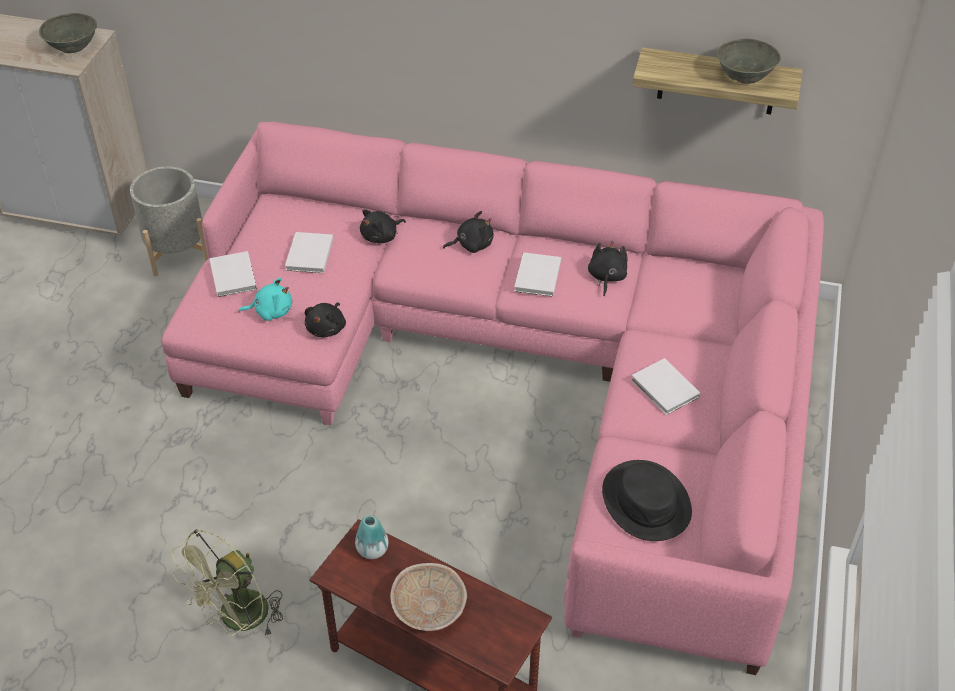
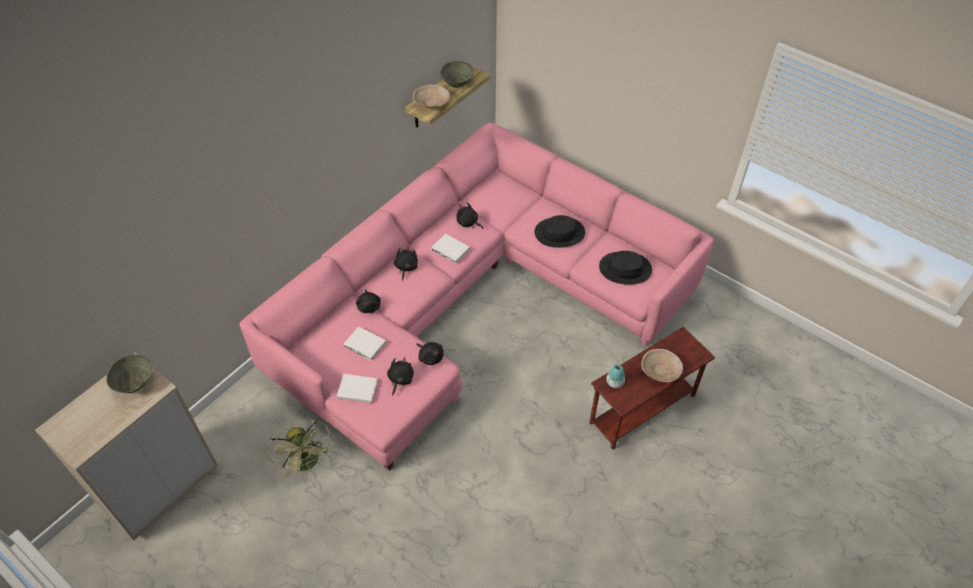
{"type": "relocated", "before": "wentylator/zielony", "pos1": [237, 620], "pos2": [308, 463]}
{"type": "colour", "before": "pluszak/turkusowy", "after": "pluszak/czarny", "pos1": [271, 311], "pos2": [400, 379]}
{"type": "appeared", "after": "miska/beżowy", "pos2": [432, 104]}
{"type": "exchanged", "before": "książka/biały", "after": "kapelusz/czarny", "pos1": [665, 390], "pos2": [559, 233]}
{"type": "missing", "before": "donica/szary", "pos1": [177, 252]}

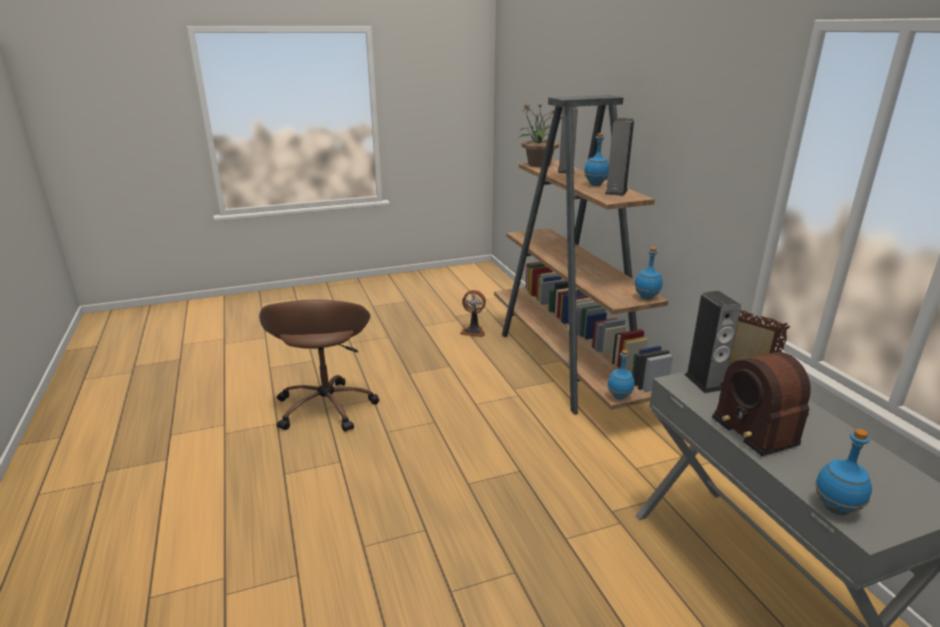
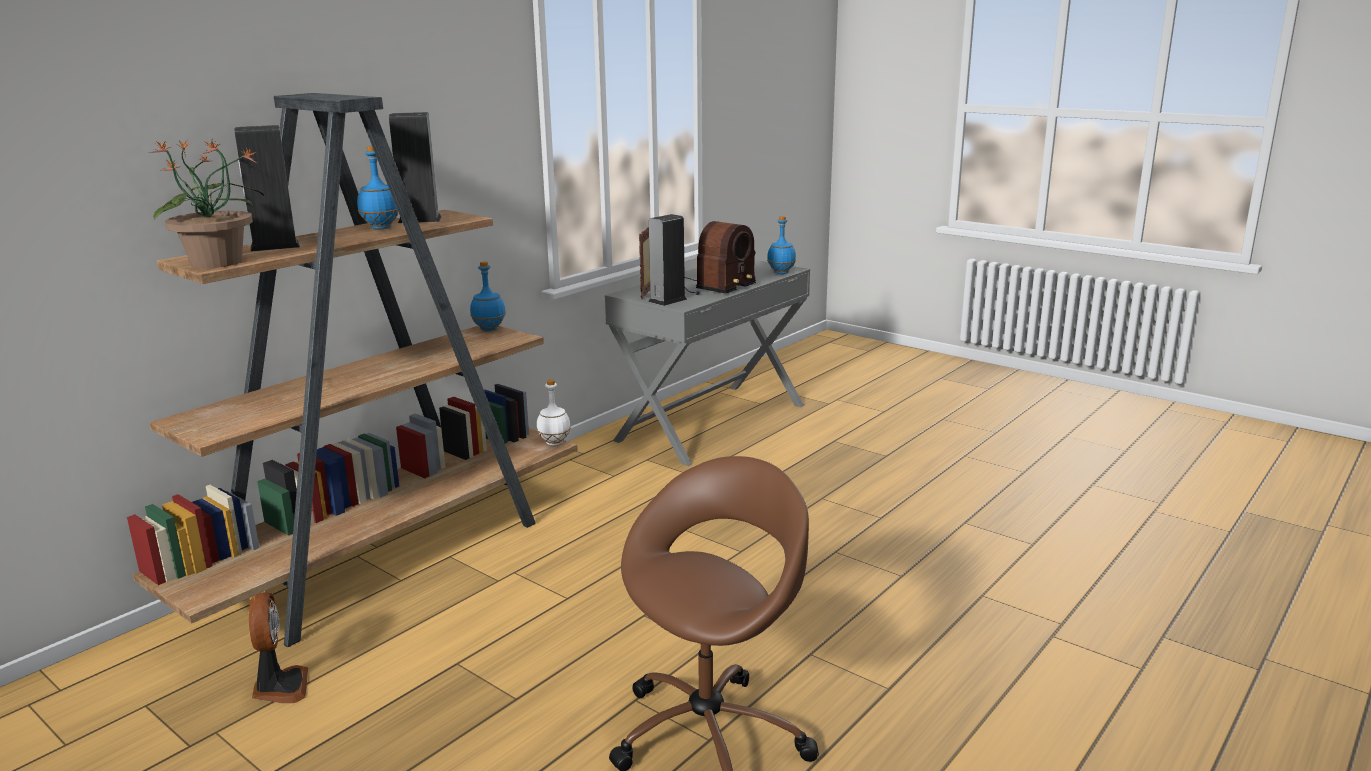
{"type": "colour", "before": "butelka/niebieski", "after": "butelka/biały", "pos1": [619, 396], "pos2": [554, 443]}

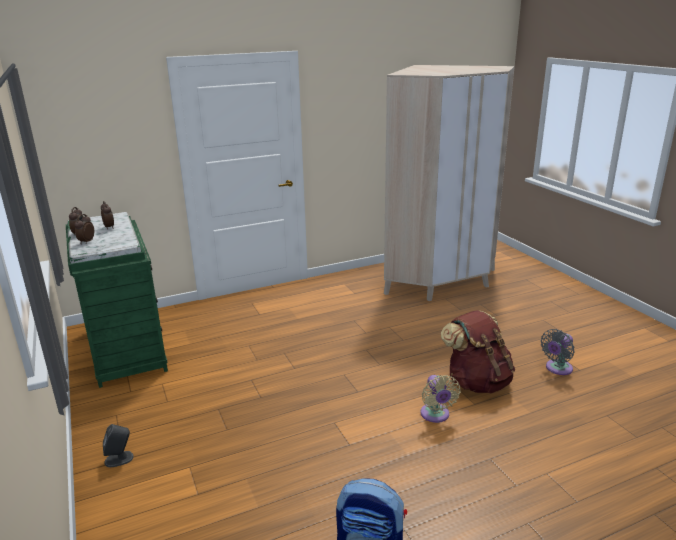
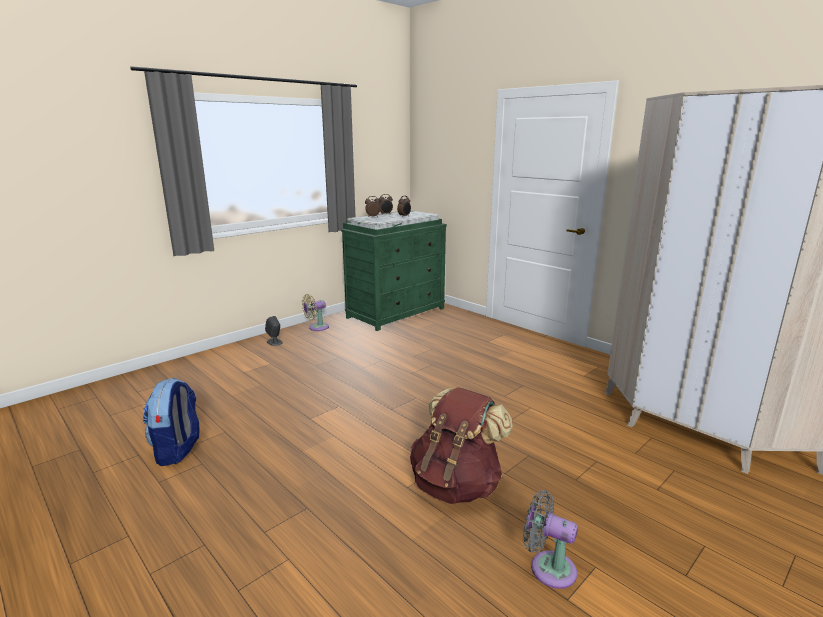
{"type": "relocated", "before": "wentylator/beżowy", "pos1": [436, 415], "pos2": [316, 327]}

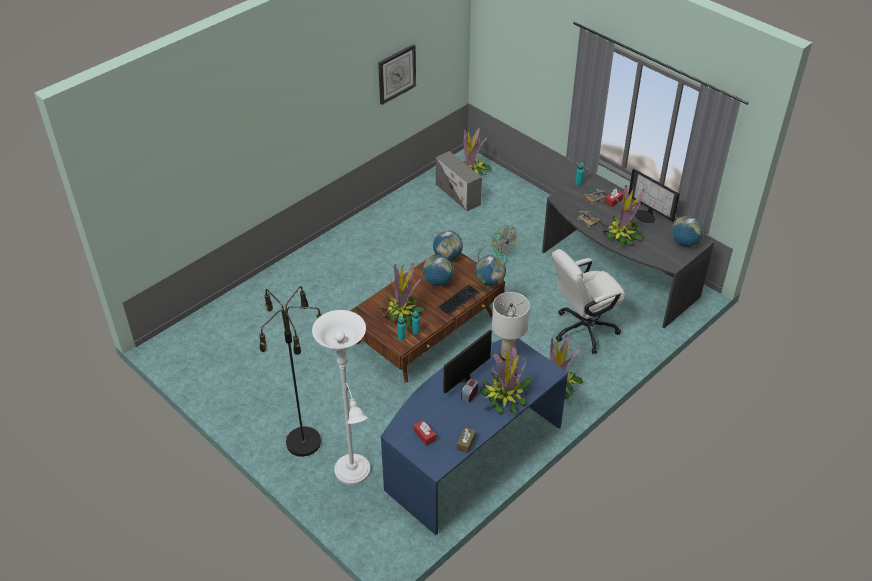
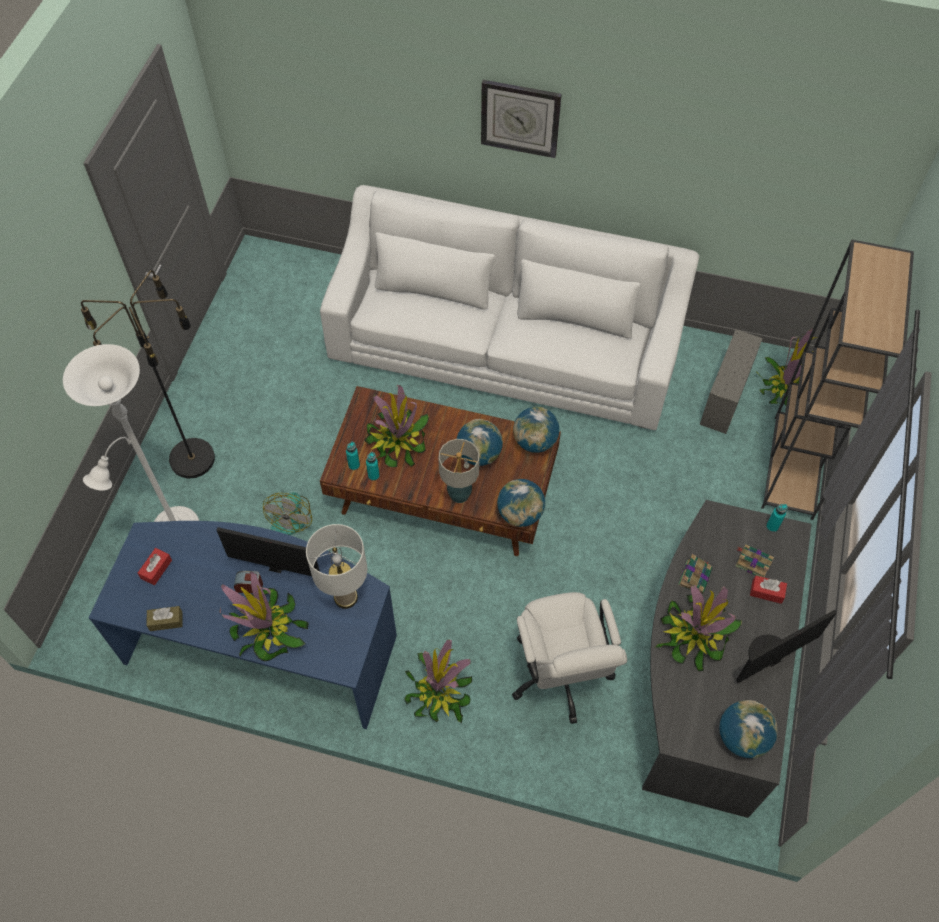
{"type": "relocated", "before": "wentylator", "pos1": [495, 255], "pos2": [290, 517]}
{"type": "appeared", "after": "kanapa/biały", "pos2": [505, 344]}
{"type": "exchanged", "before": "klawiatura", "after": "lampa stołowa", "pos1": [458, 300], "pos2": [460, 494]}
{"type": "relocated", "before": "zegar ścienny", "pos1": [396, 74], "pos2": [520, 118]}
{"type": "spun", "before": "krzesło biurowe/biały", "pos1": [582, 331], "pos2": [561, 678], "turn": -135}
{"type": "spun", "before": "monitor", "pos1": [646, 215], "pos2": [768, 654], "turn": 45}
{"type": "appeared", "after": "regał", "pos2": [794, 467]}

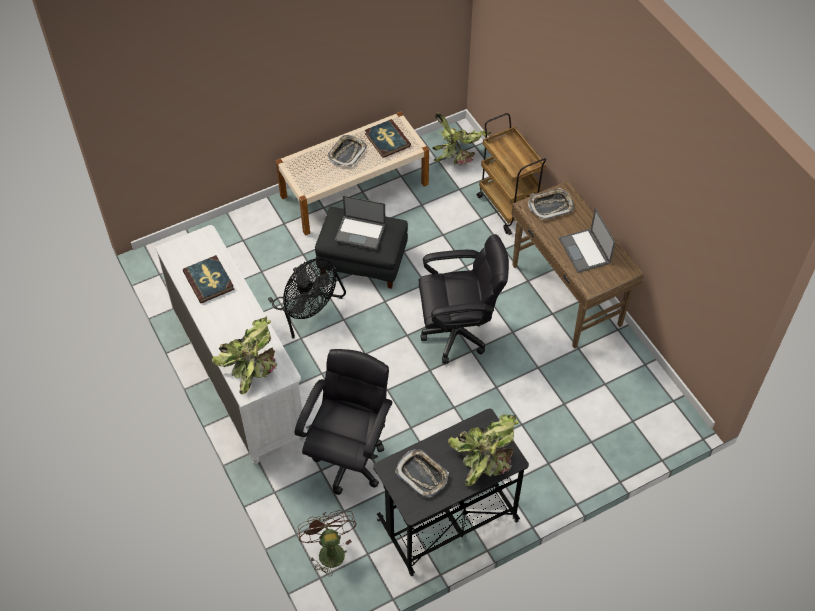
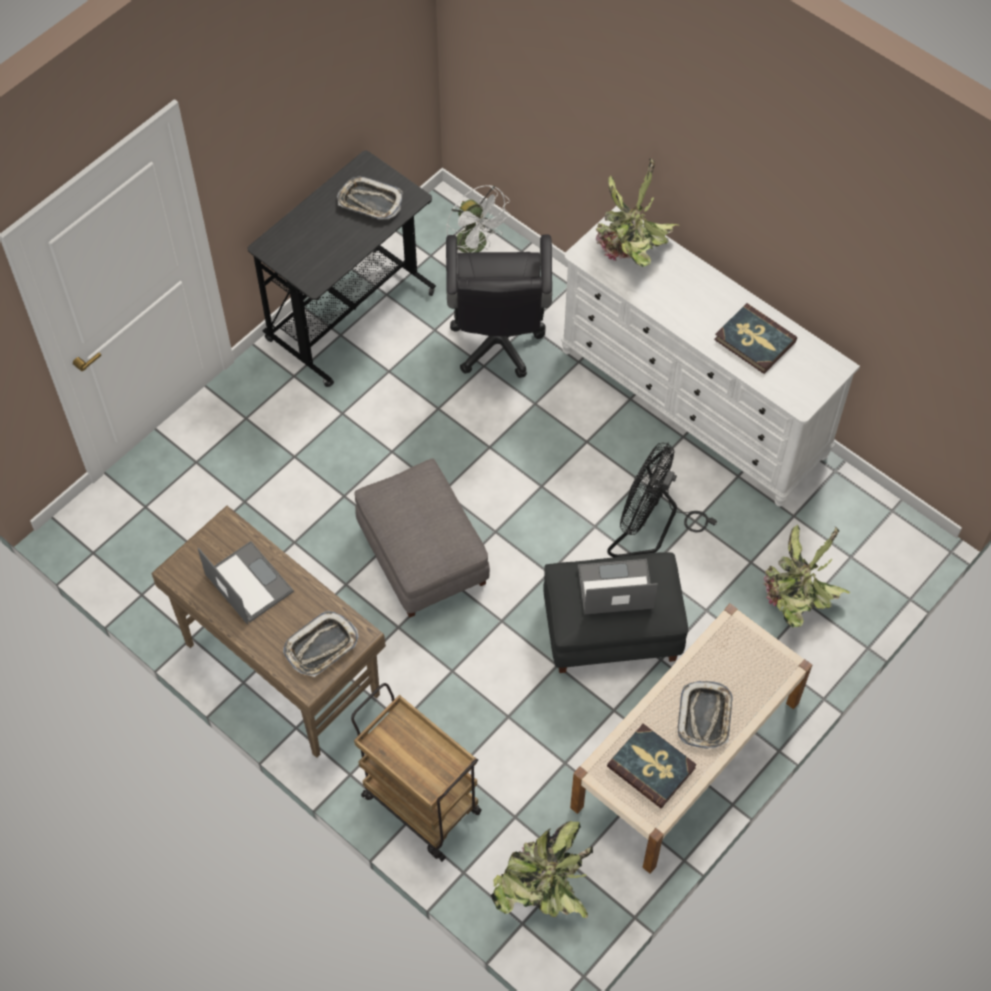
{"type": "exchanged", "before": "krzesło biurowe/czarny", "after": "pufa/szary", "pos1": [459, 334], "pos2": [421, 555]}
{"type": "colour", "before": "wentylator/brązowy", "after": "wentylator/biały", "pos1": [329, 550], "pos2": [476, 246]}
{"type": "relocated", "before": "roślina doniczkowa", "pos1": [485, 460], "pos2": [796, 600]}

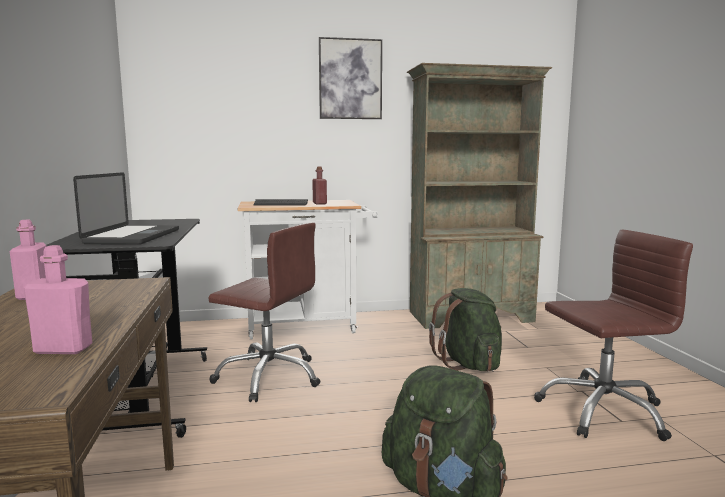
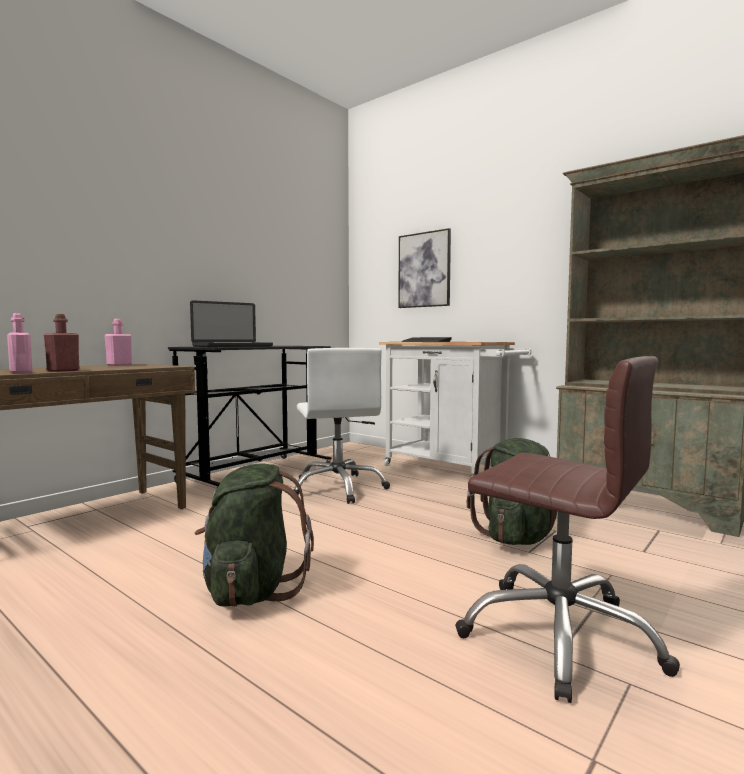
{"type": "relocated", "before": "butelka/czerwony", "pos1": [319, 203], "pos2": [63, 371]}
{"type": "colour", "before": "krzesło biurowe/brązowy", "after": "krzesło biurowe/biały", "pos1": [269, 376], "pos2": [338, 488]}
{"type": "relocated", "before": "obraz", "pos1": [350, 79], "pos2": [424, 270]}

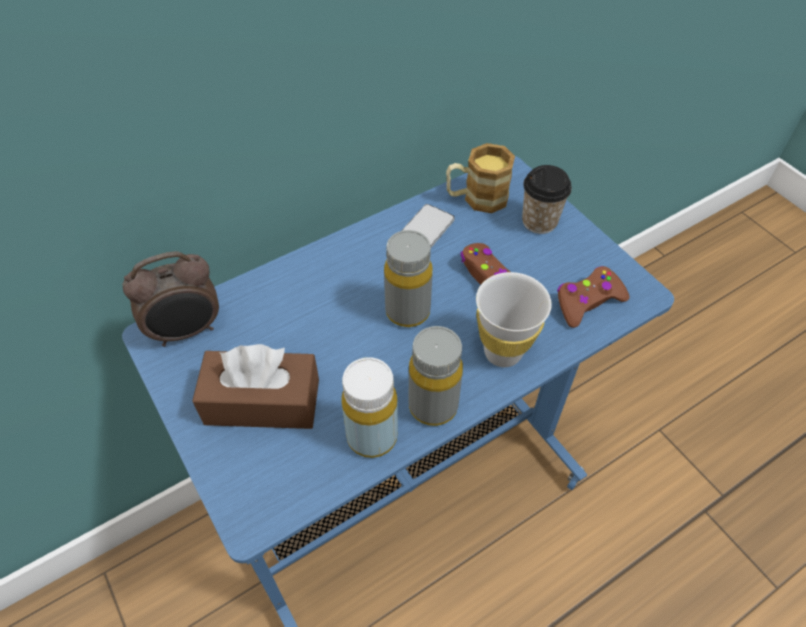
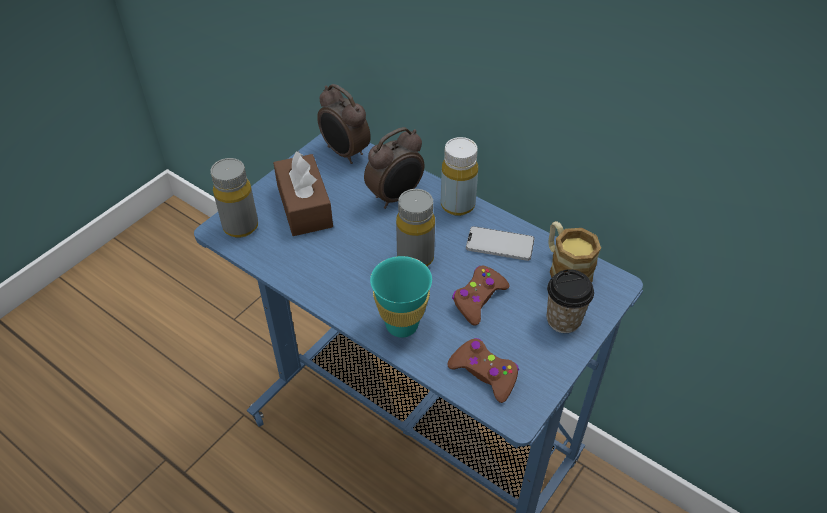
{"type": "relocated", "before": "butelka/szary", "pos1": [433, 405], "pos2": [240, 226]}
{"type": "appeared", "after": "budzik", "pos2": [396, 197]}
{"type": "colour", "before": "filiżanka/biały", "after": "filiżanka/turkusowy", "pos1": [503, 352], "pos2": [402, 325]}
{"type": "relocated", "before": "butelka/żółty", "pos1": [372, 436], "pos2": [457, 205]}

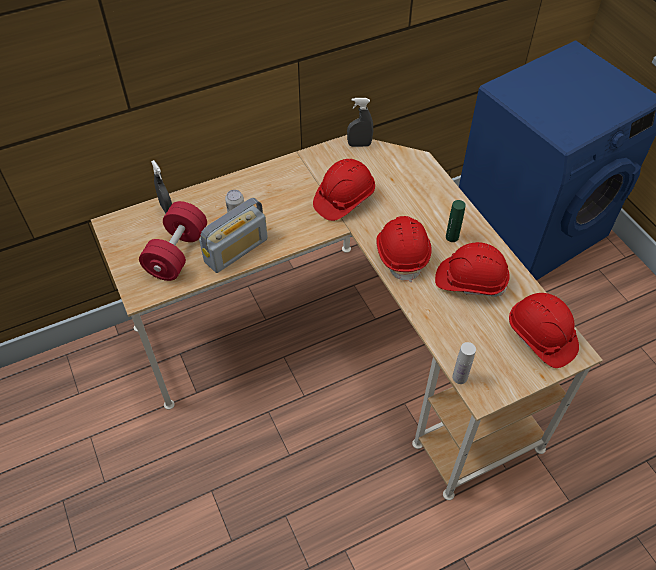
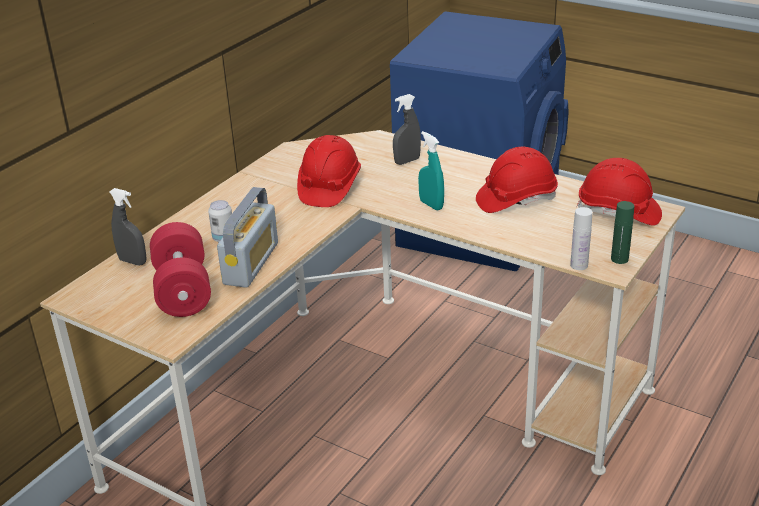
{"type": "relocated", "before": "spryskiwacz/szary", "pos1": [359, 145], "pos2": [407, 161]}
{"type": "exchanged", "before": "kask/czerwony", "after": "spryskiwacz/turkusowy", "pos1": [402, 254], "pos2": [431, 205]}
{"type": "relocated", "before": "butelka/zielony", "pos1": [452, 237], "pos2": [619, 259]}

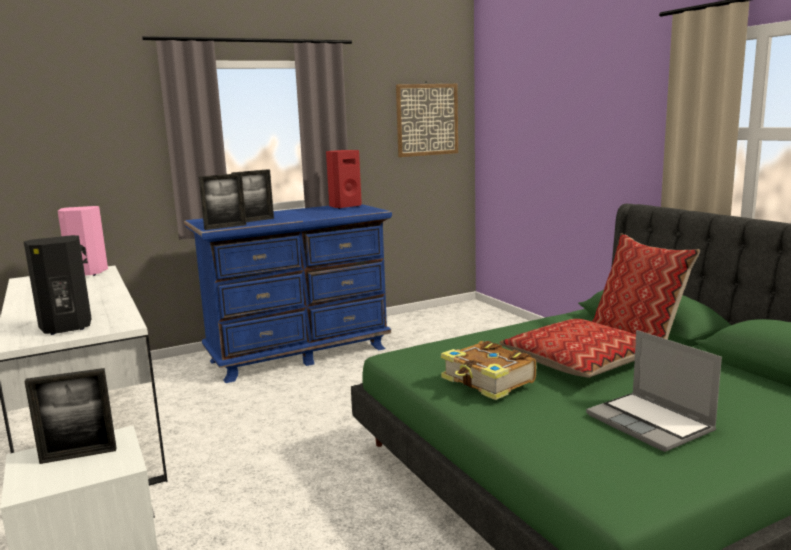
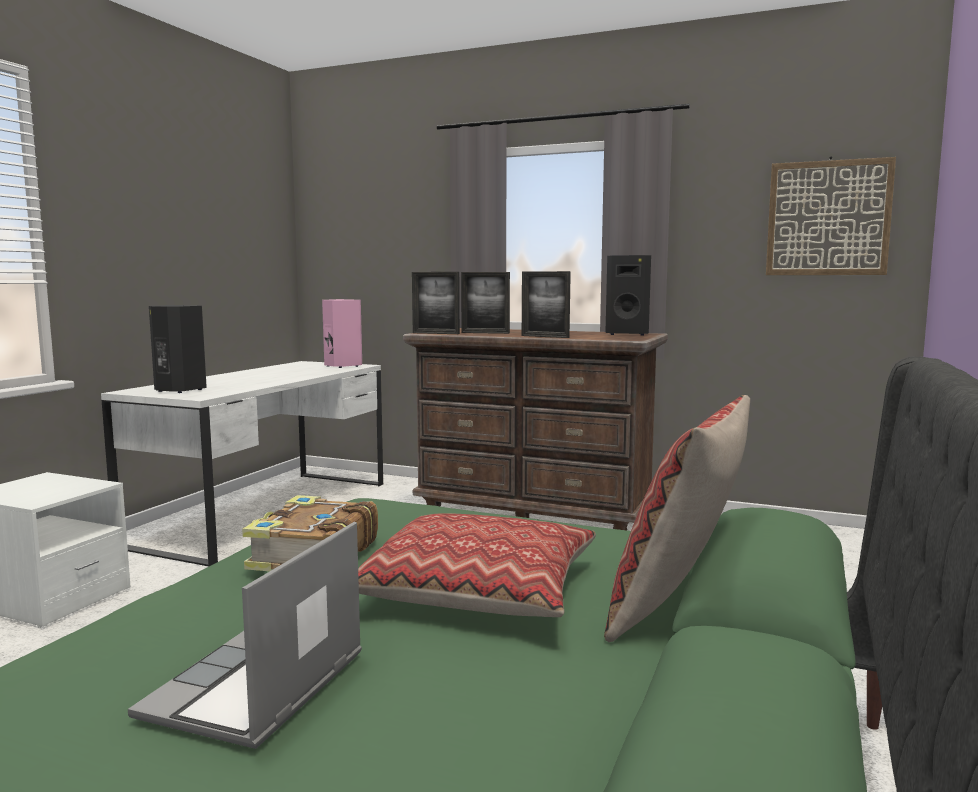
{"type": "colour", "before": "komoda/niebieski", "after": "komoda/brązowy", "pos1": [299, 354], "pos2": [534, 516]}
{"type": "relocated", "before": "ramka na zdjęcie", "pos1": [78, 455], "pos2": [545, 336]}
{"type": "colour", "before": "głośnik/czerwony", "after": "głośnik/czarny", "pos1": [344, 207], "pos2": [628, 334]}

